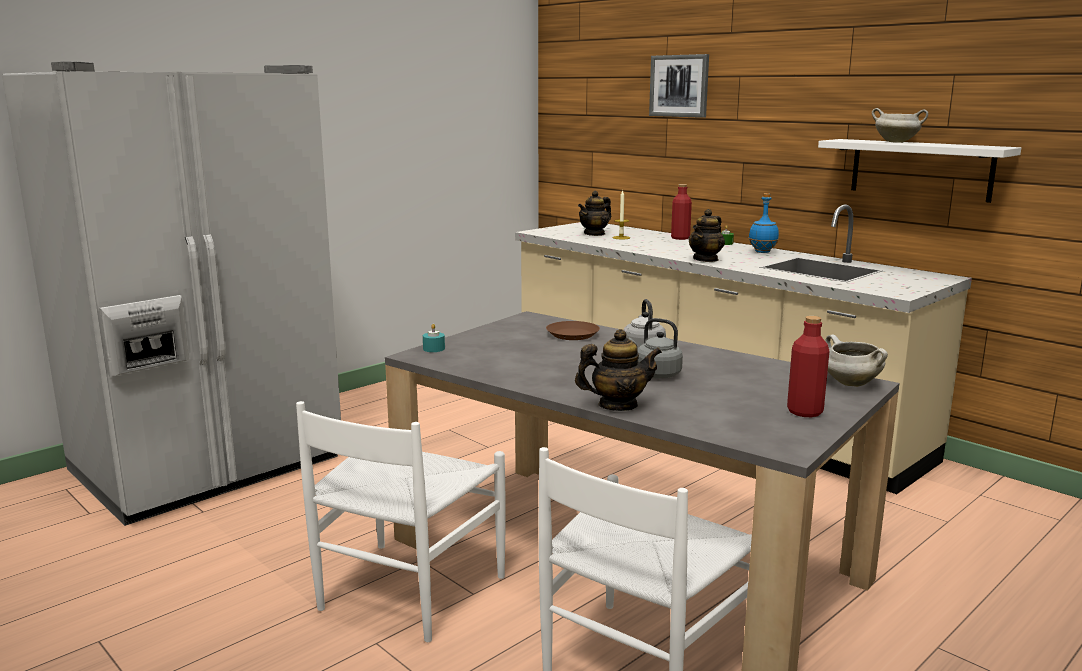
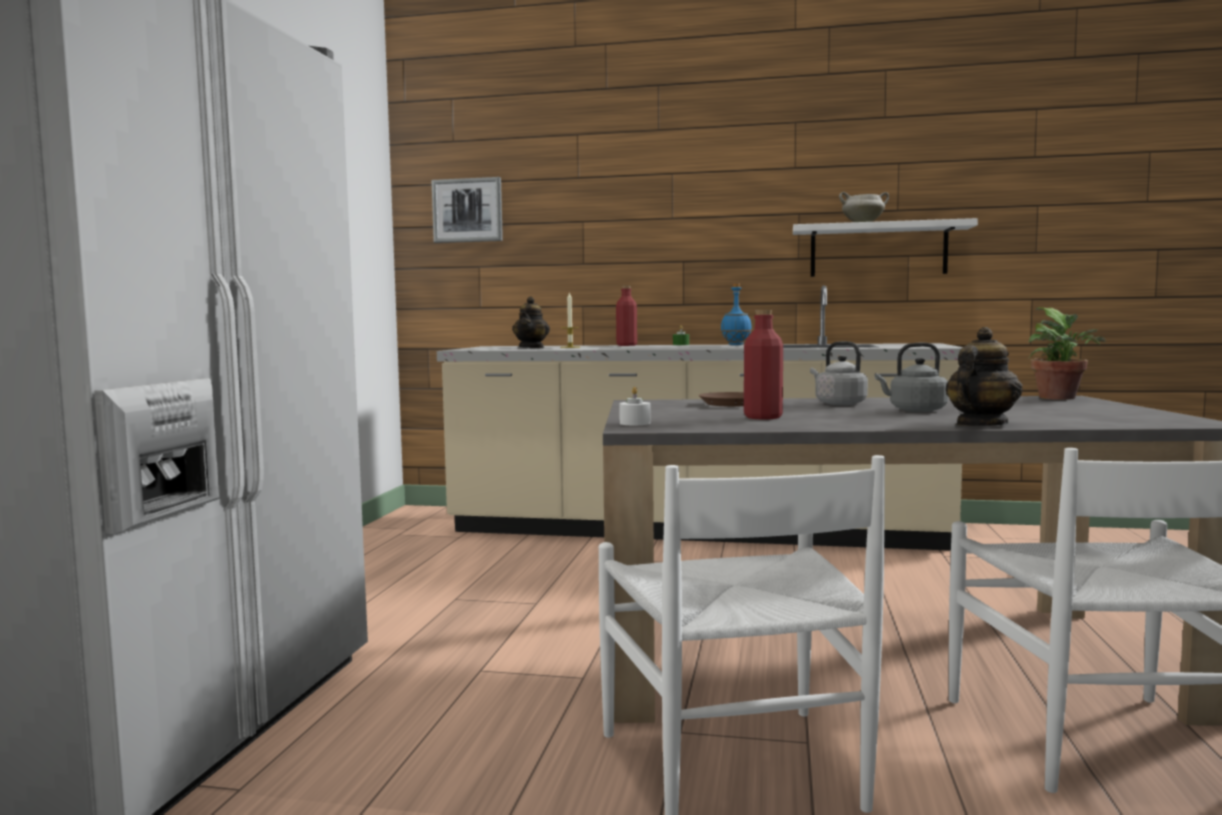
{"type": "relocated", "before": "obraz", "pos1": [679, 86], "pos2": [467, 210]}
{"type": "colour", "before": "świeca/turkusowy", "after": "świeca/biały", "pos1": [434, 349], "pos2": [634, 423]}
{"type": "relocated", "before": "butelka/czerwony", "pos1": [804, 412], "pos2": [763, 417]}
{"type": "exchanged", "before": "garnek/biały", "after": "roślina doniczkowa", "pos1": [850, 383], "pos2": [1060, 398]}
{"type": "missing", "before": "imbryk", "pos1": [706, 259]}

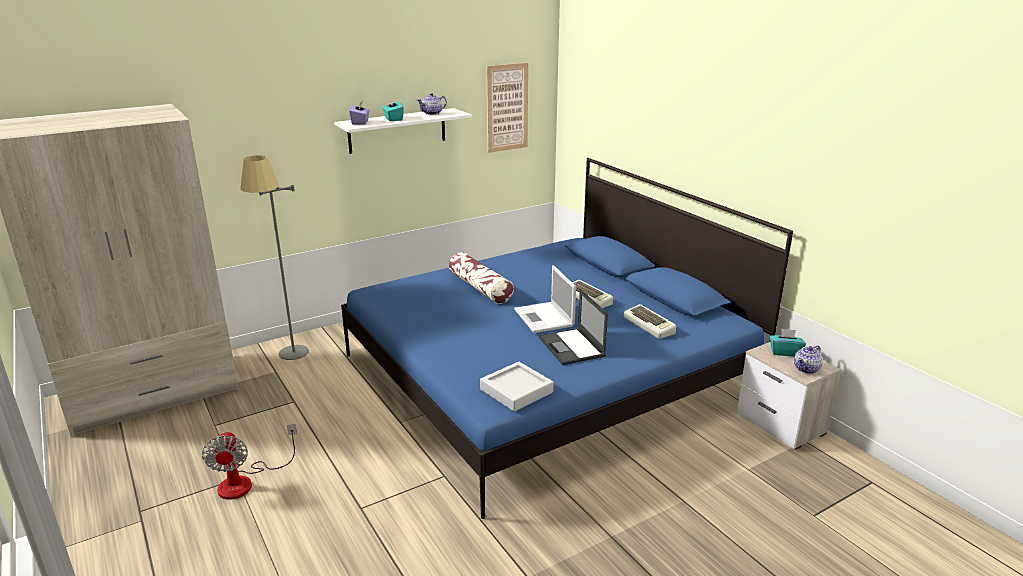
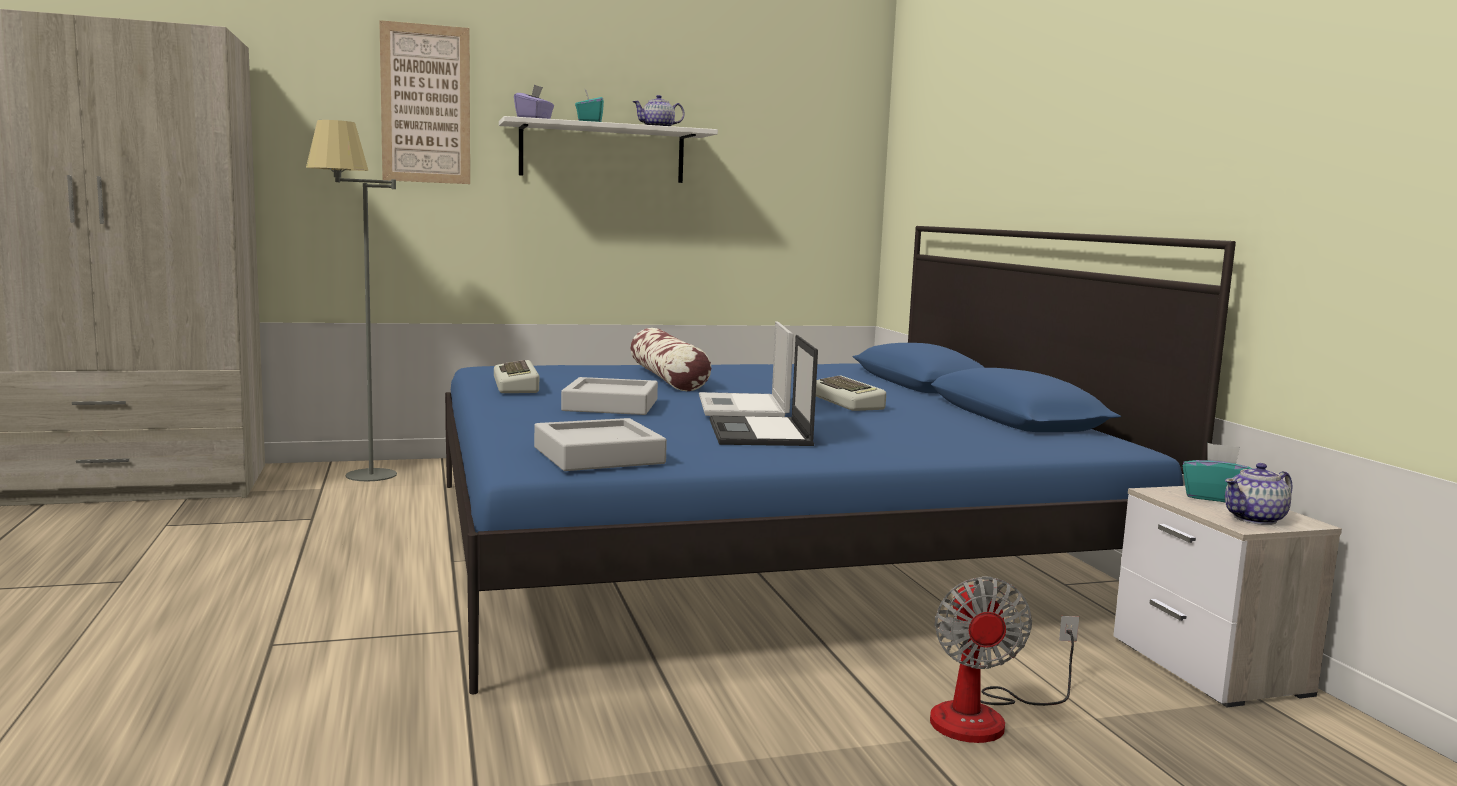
{"type": "relocated", "before": "obraz", "pos1": [507, 107], "pos2": [425, 104]}
{"type": "relocated", "before": "klawiatura", "pos1": [650, 326], "pos2": [518, 385]}
{"type": "appeared", "after": "taca/szary", "pos2": [610, 405]}
{"type": "relocated", "before": "wentylator", "pos1": [246, 481], "pos2": [986, 716]}

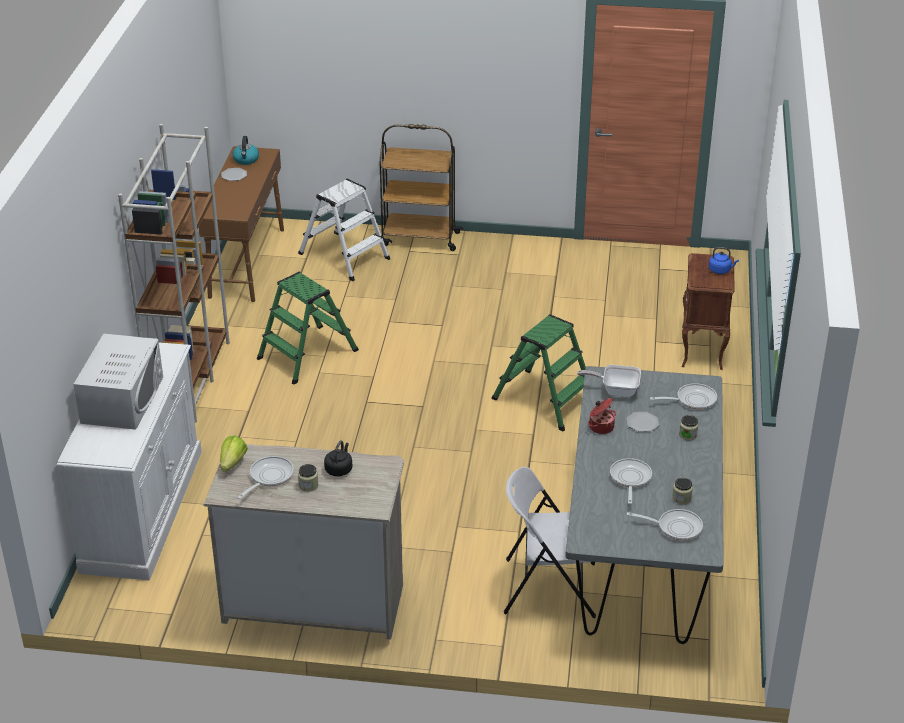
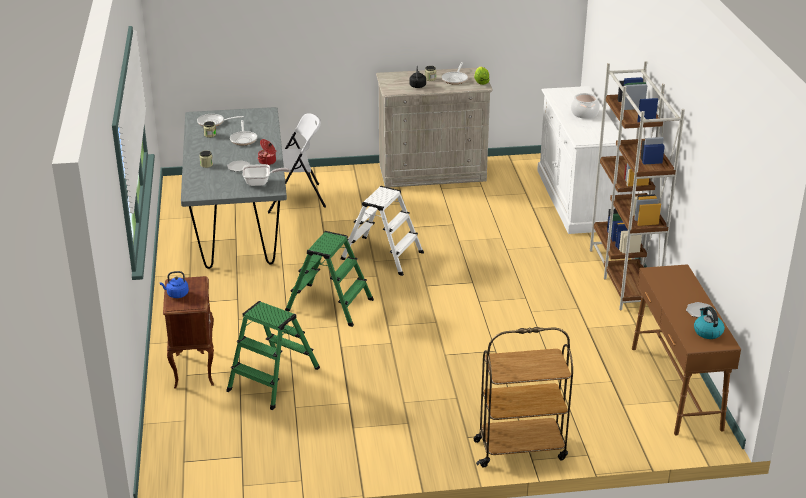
{"type": "relocated", "before": "drabinka/zielony", "pos1": [308, 354], "pos2": [273, 379]}
{"type": "relocated", "before": "drabinka/biały", "pos1": [344, 256], "pos2": [382, 256]}
{"type": "exchanged", "before": "mikrofalówka/biały", "after": "garnek", "pos1": [122, 399], "pos2": [584, 114]}
{"type": "missing", "before": "patelnia", "pos1": [692, 400]}

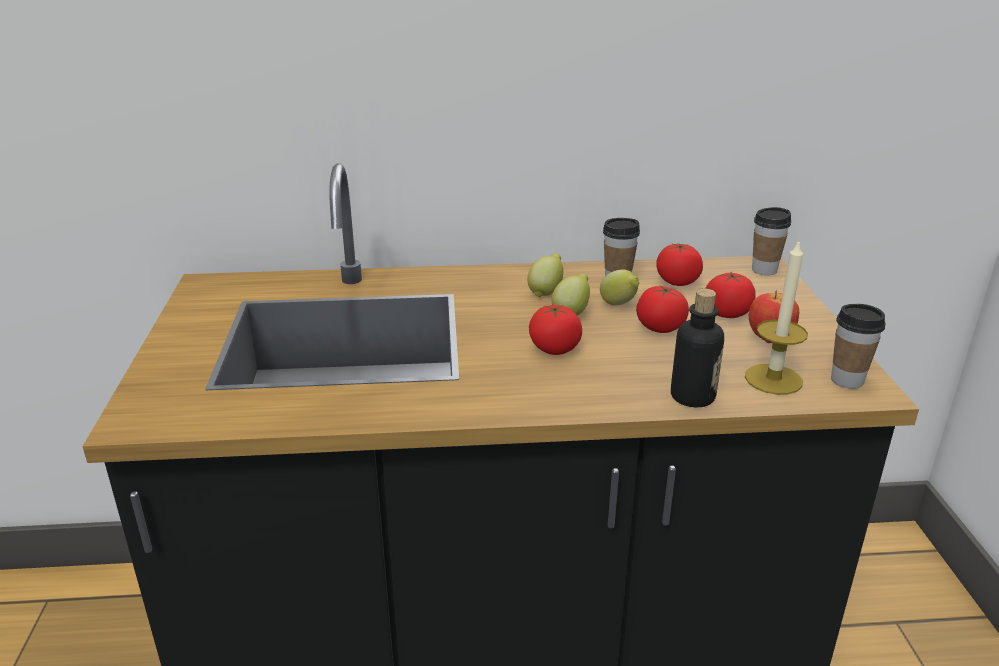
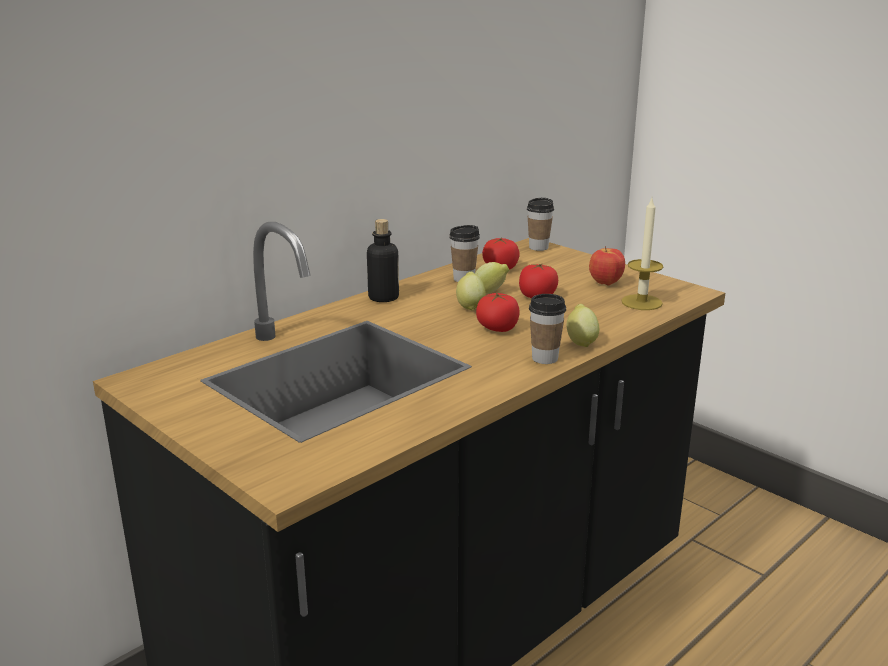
{"type": "relocated", "before": "butelka", "pos1": [692, 396], "pos2": [383, 297]}
{"type": "relocated", "before": "filiżanka", "pos1": [847, 380], "pos2": [544, 358]}
{"type": "relocated", "before": "cytryna", "pos1": [546, 292], "pos2": [581, 342]}
{"type": "missing", "before": "pomidor", "pos1": [727, 313]}

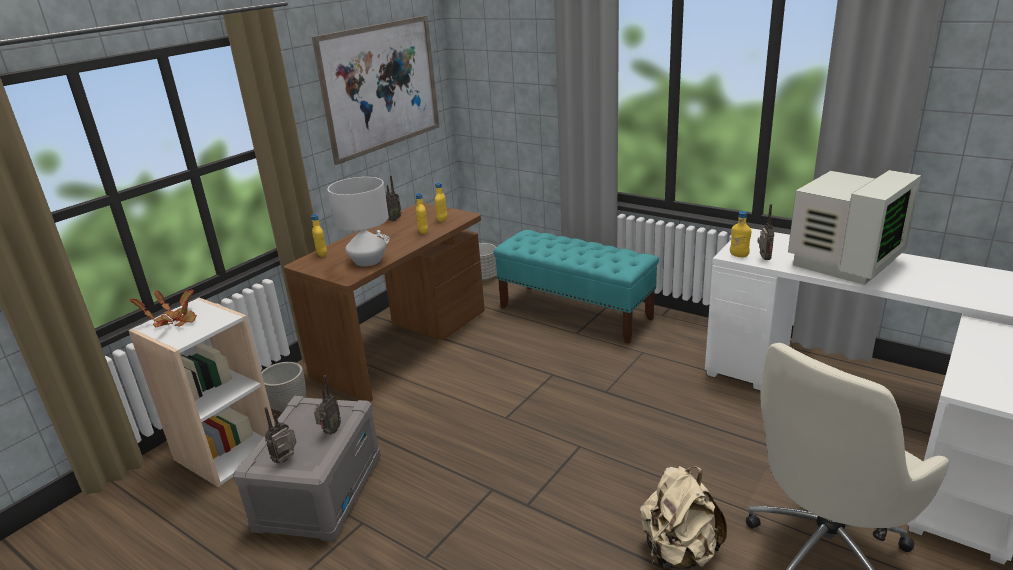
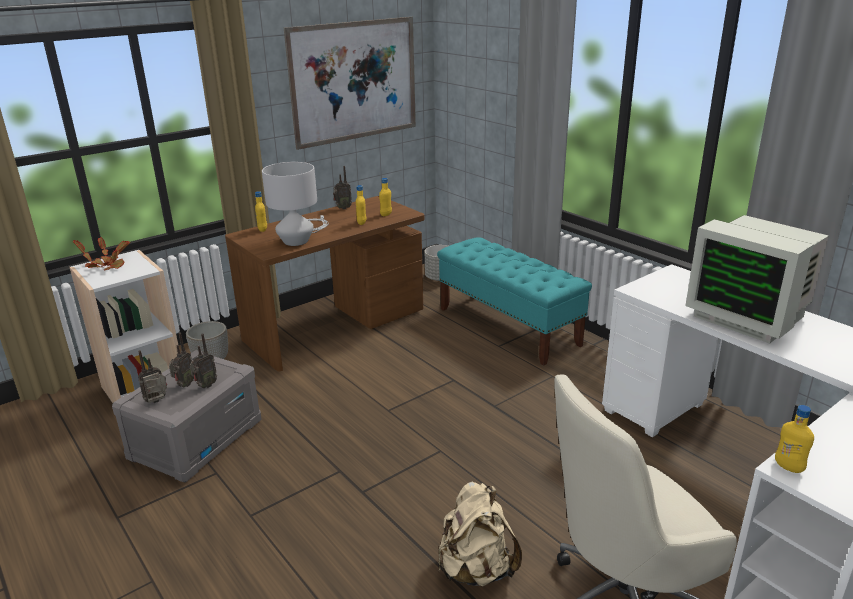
{"type": "relocated", "before": "radio", "pos1": [763, 259], "pos2": [184, 385]}
{"type": "spun", "before": "monitor", "pos1": [842, 262], "pos2": [748, 316], "turn": 75}
{"type": "relocated", "before": "butelka/żółty", "pos1": [739, 255], "pos2": [788, 467]}

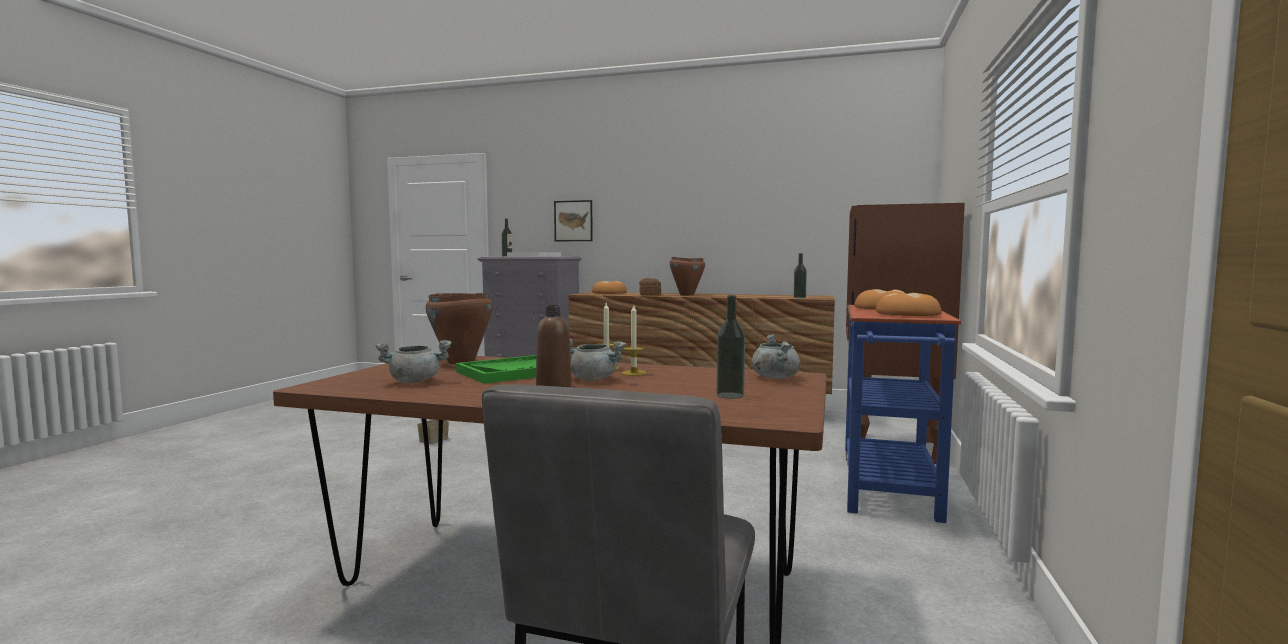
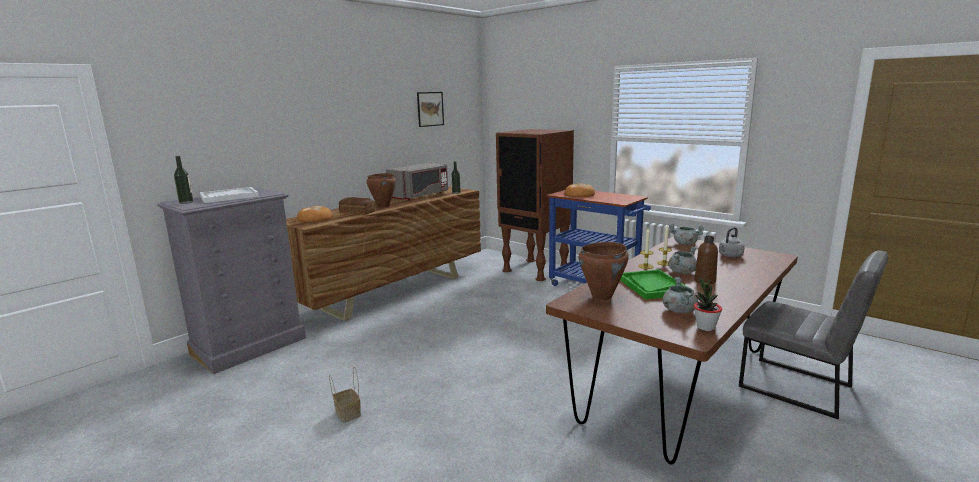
{"type": "appeared", "after": "mikrofalówka/szary", "pos2": [420, 196]}
{"type": "relocated", "before": "obraz", "pos1": [573, 221], "pos2": [430, 109]}
{"type": "appeared", "after": "roślina doniczkowa", "pos2": [705, 327]}
{"type": "exchanged", "before": "butelka", "after": "czajnik/szary", "pos1": [730, 395], "pos2": [729, 256]}
{"type": "missing", "before": "chleb", "pos1": [908, 314]}

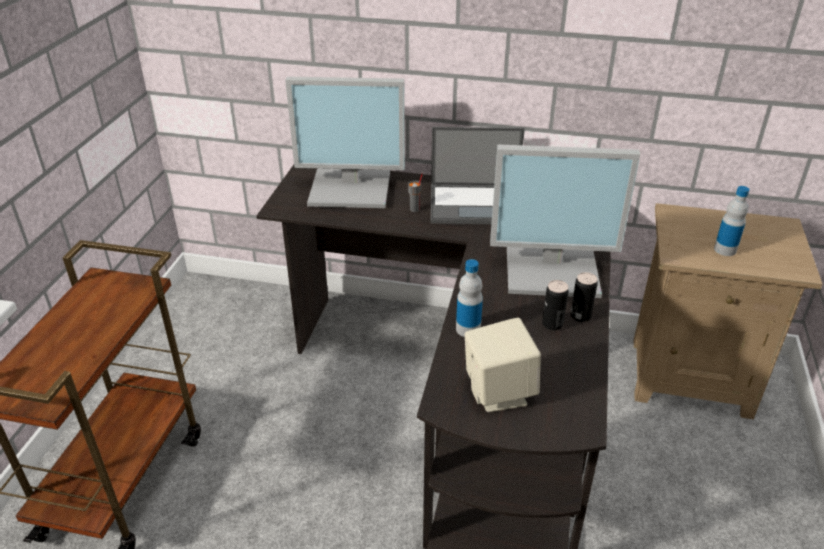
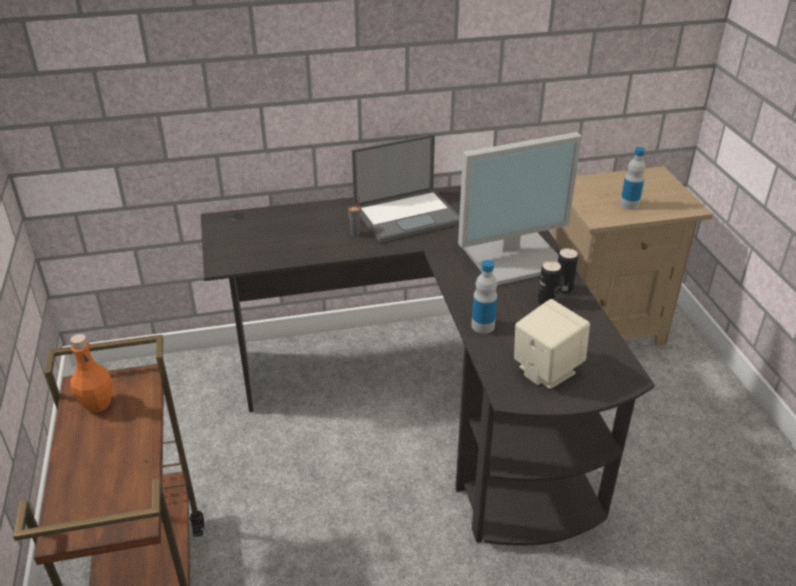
{"type": "appeared", "after": "butelka/pomarańczowy", "pos2": [97, 404]}
{"type": "missing", "before": "monitor", "pos1": [352, 188]}

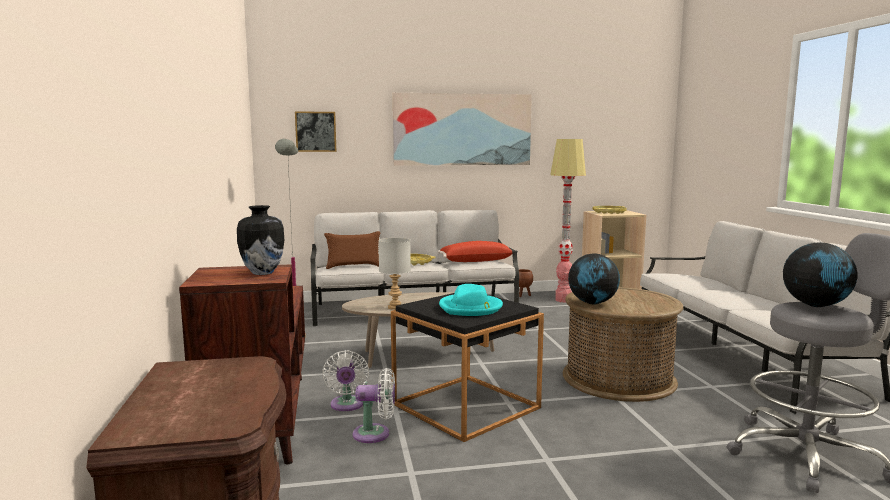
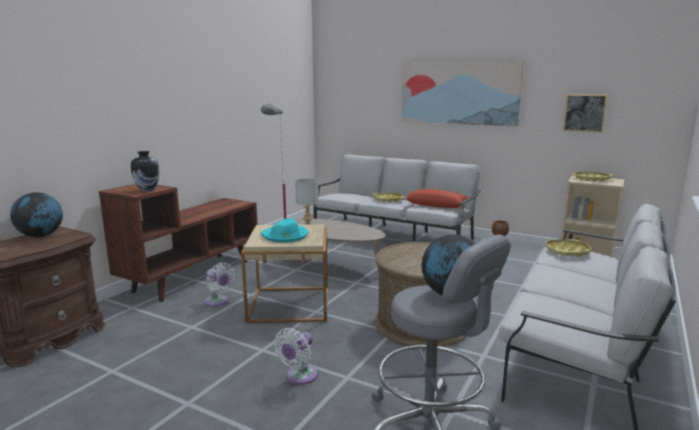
{"type": "relocated", "before": "globus", "pos1": [593, 303], "pos2": [41, 236]}
{"type": "colour", "before": "stolik/czarny", "after": "stolik/beżowy", "pos1": [466, 406], "pos2": [289, 304]}
{"type": "relocated", "before": "wentylator/biały", "pos1": [347, 405], "pos2": [299, 377]}
{"type": "appeared", "after": "taca/żółty", "pos2": [567, 251]}
{"type": "relocated", "before": "obraz", "pos1": [315, 131], "pos2": [584, 113]}
{"type": "missing", "before": "poduszka/brązowy", "pos1": [353, 266]}
{"type": "missing", "before": "lampa stojąca", "pos1": [563, 300]}

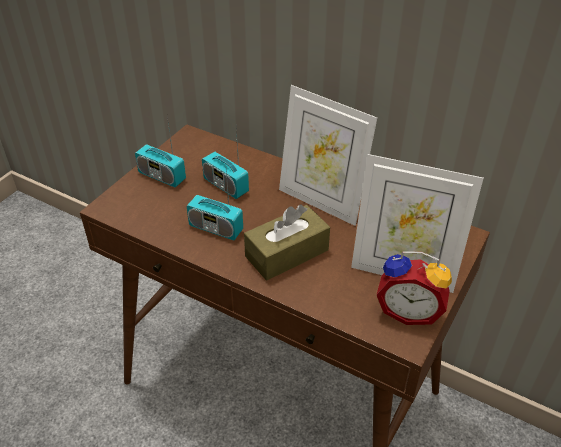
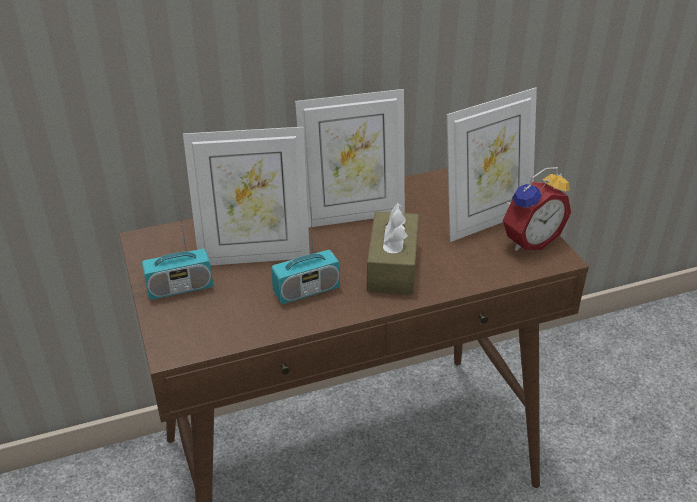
{"type": "exchanged", "before": "radio", "after": "ramka na zdjęcie", "pos1": [225, 185], "pos2": [254, 255]}

